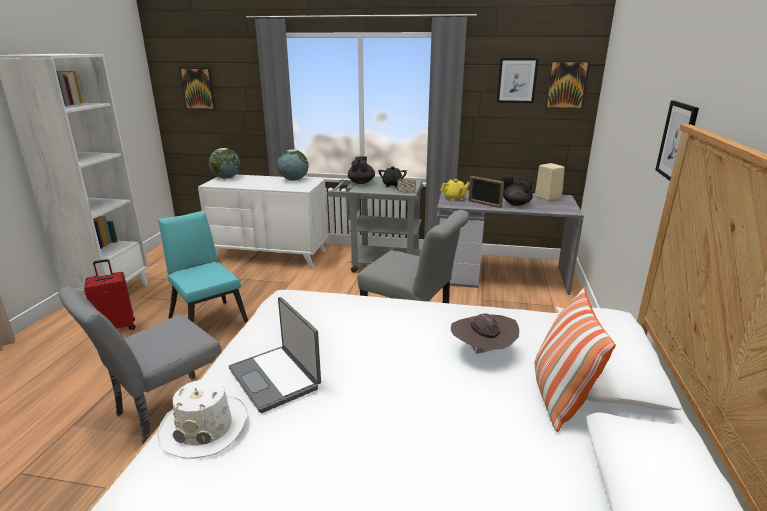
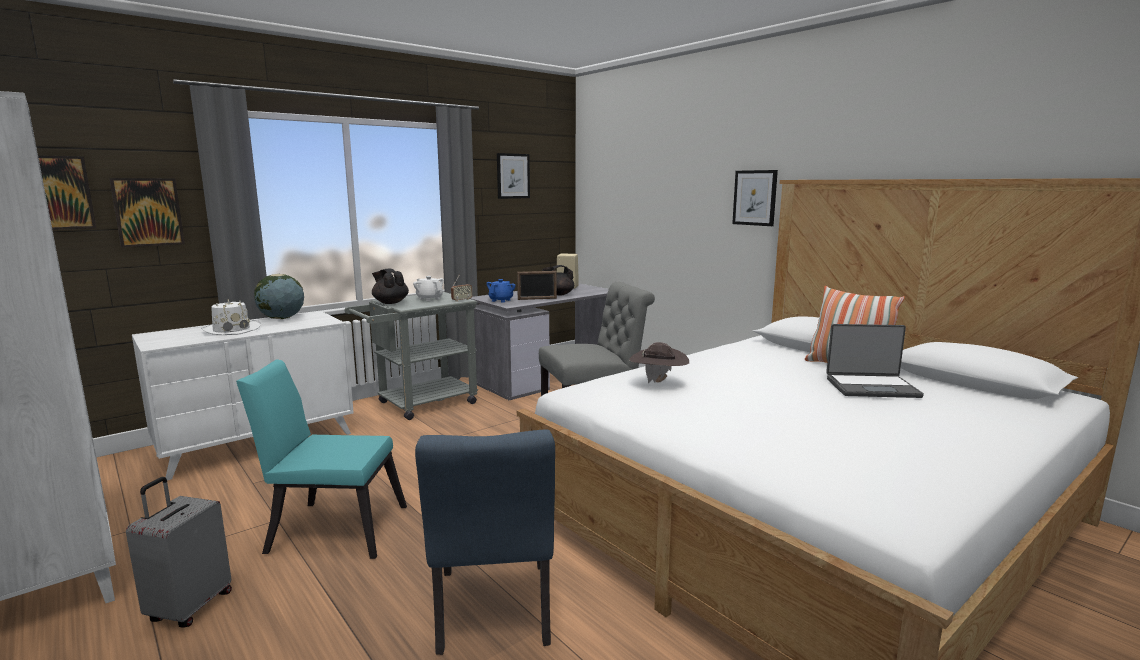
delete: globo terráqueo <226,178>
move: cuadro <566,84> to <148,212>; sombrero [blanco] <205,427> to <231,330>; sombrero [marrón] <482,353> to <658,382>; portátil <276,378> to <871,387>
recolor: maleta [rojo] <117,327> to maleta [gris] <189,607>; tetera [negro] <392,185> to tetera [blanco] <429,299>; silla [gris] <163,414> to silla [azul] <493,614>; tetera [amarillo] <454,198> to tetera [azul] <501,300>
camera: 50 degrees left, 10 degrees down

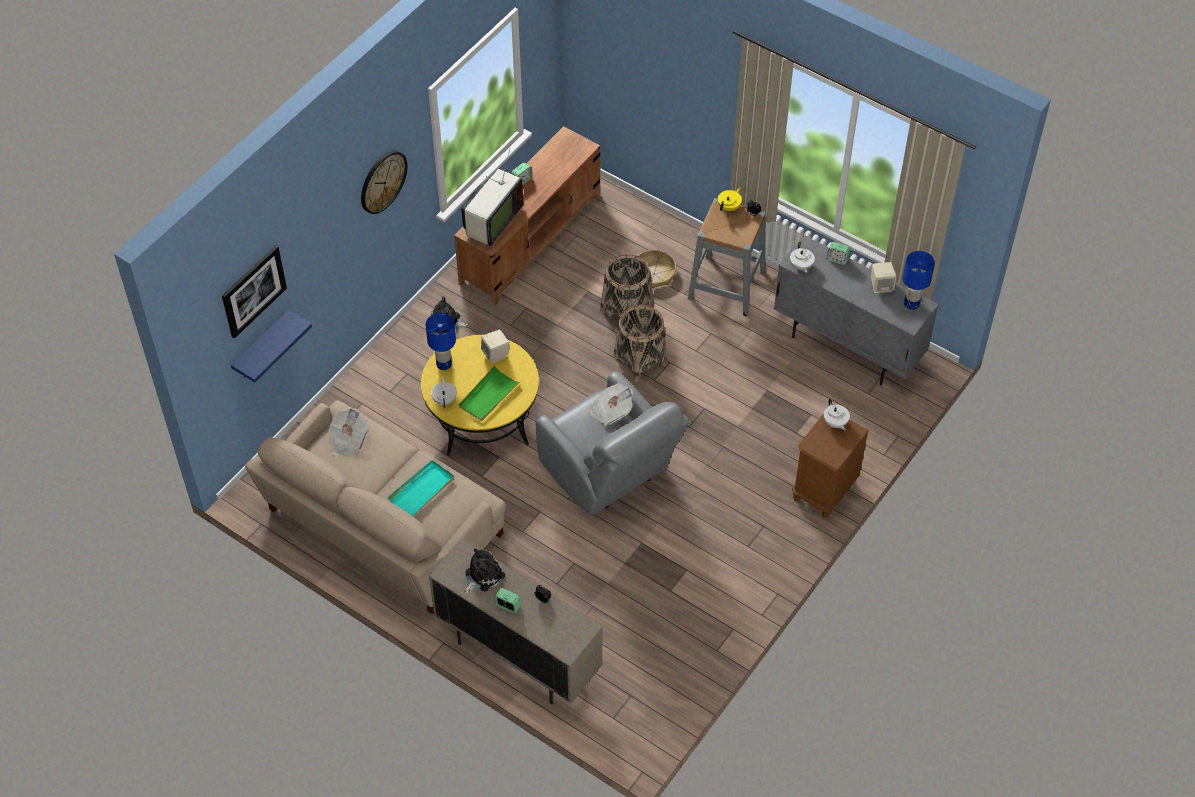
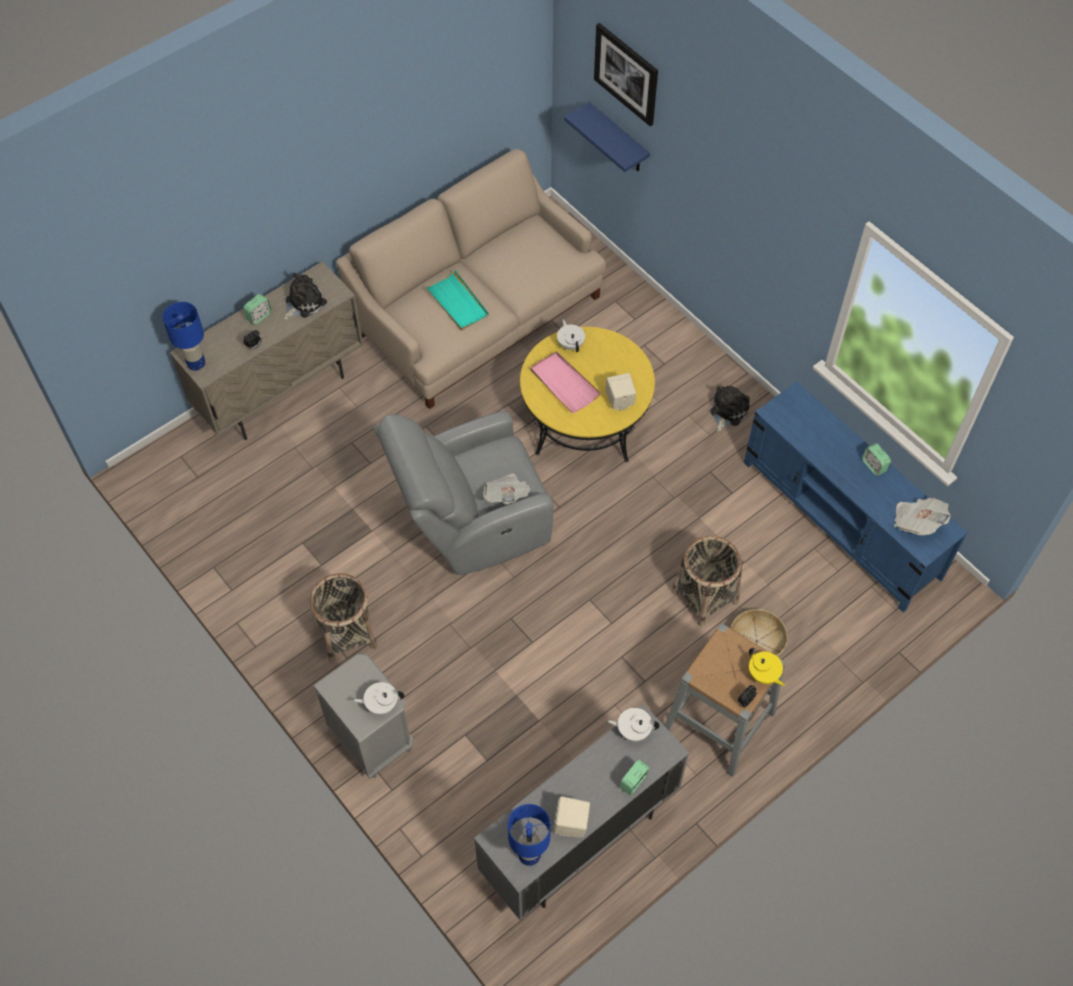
delete: reloj de pared <382,181>; televisor <491,222>
move: lámpara de mesa [azul] <443,364> to <196,363>; cesta <640,360> to <347,633>; periódico <348,440> to <917,522>
recolor: mesita de noche [marrón] <823,491> to mesita de noche [gris] <371,739>; bandeja [verde] <488,395> to bandeja [rosa] <564,384>; mueble de televisión [marrón] <531,239> to mueble de televisión [azul] <841,520>
rotate: peluche <482,575> = <303,302> 105 degrees counterclockwise; tetera [blanco] <444,399> = <570,344> 120 degrees counterclockwise
camera: 105 degrees right, 5 degrees up

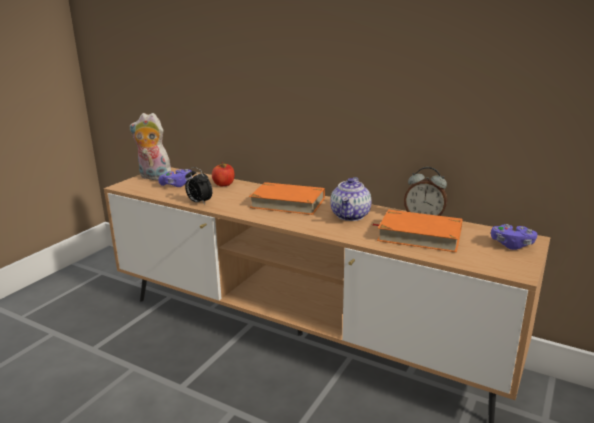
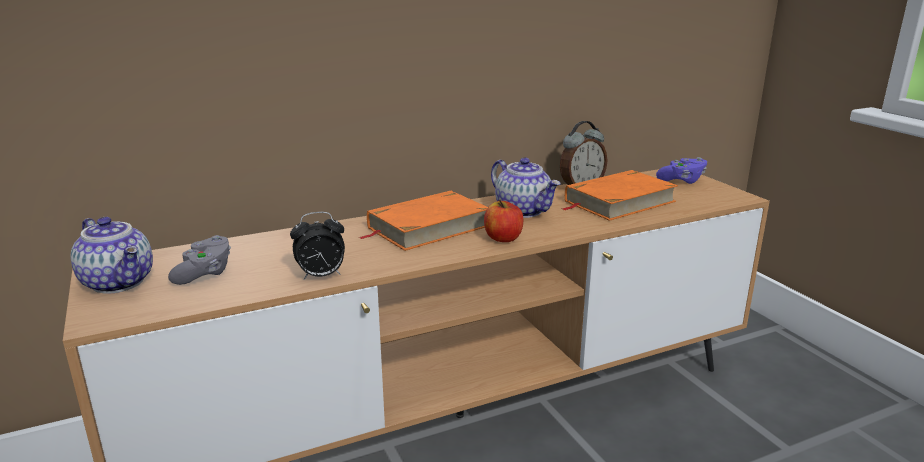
move: manzana <224,184> to <503,238>
replace: peluche <153,177> to tetera <120,282>
recolor: mando de consola [morado] <177,185> to mando de consola [gris] <204,273>
camera: 55 degrees left, 0 degrees up

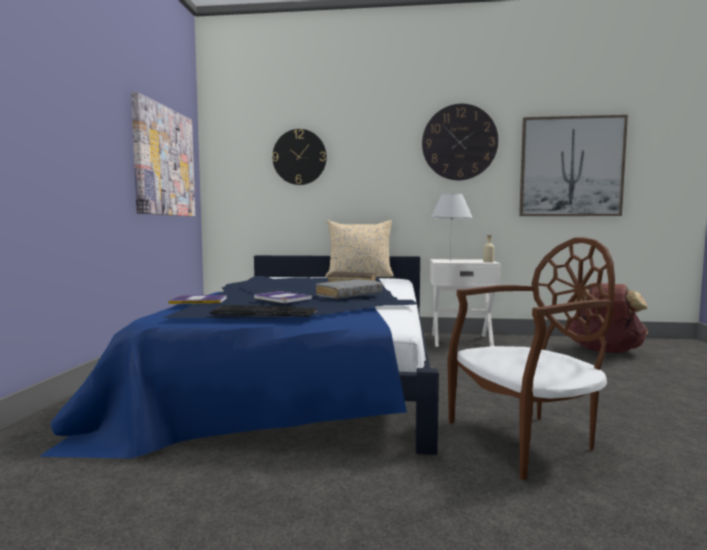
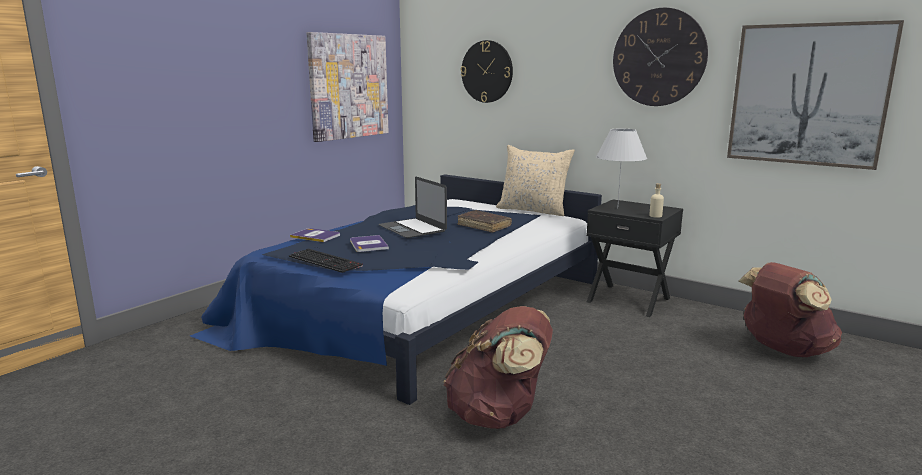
delete: libro [gris] <349,296>
insert: portátil <412,228>
replace: silla [marrón] <526,439> to mochila [marrón] <498,415>
recolor: mesita de noche [blanco] <461,340> to mesita de noche [negro] <629,299>
camera: 30 degrees right, 10 degrees up

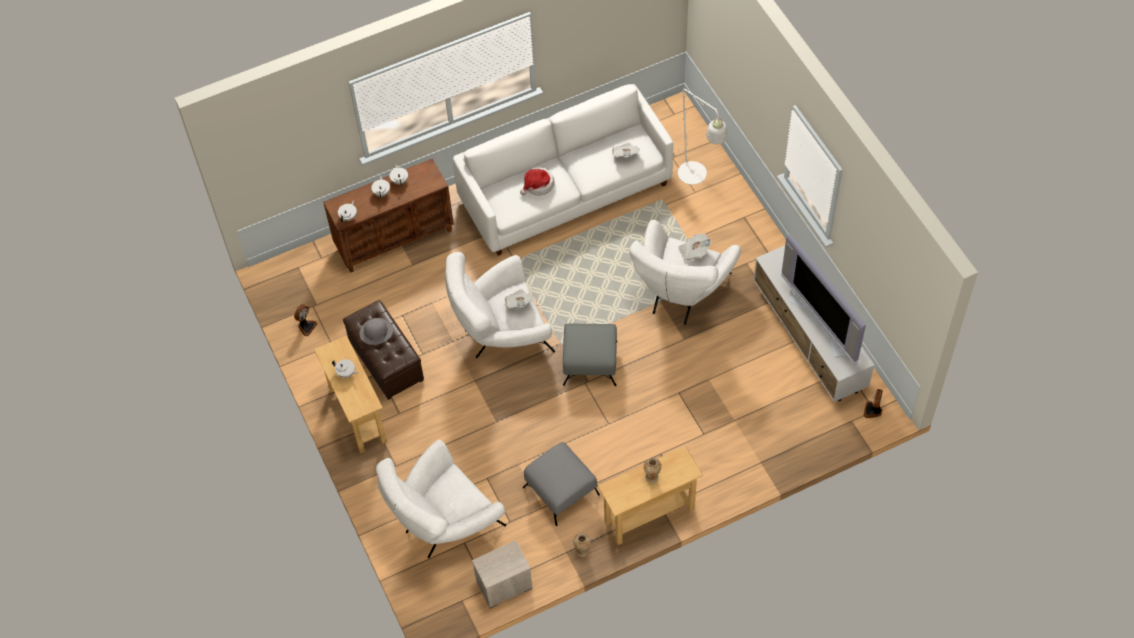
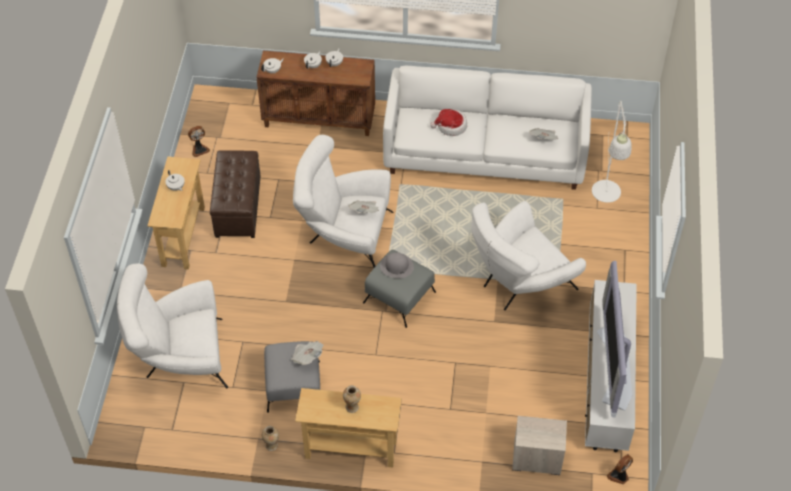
move: periódico <693,251> to <307,357>; sombrero [gris] <376,332> to <396,266>; mesita de noche <503,585> to <536,457>
camera: 30 degrees right, 5 degrees down

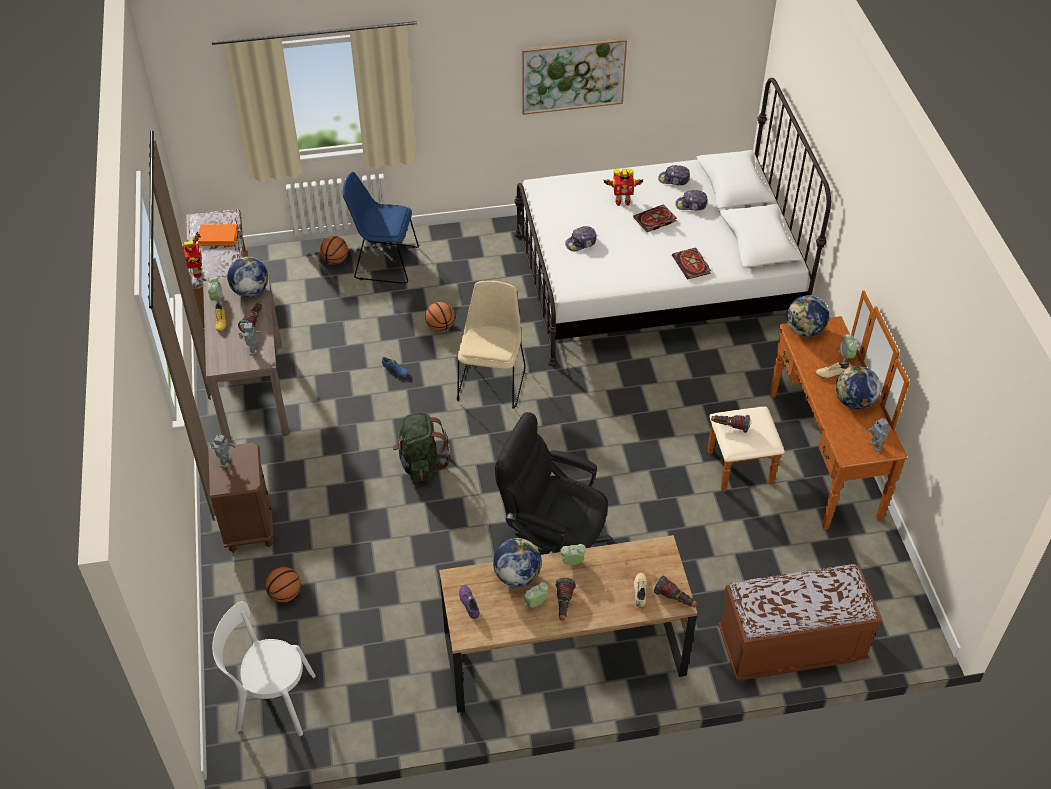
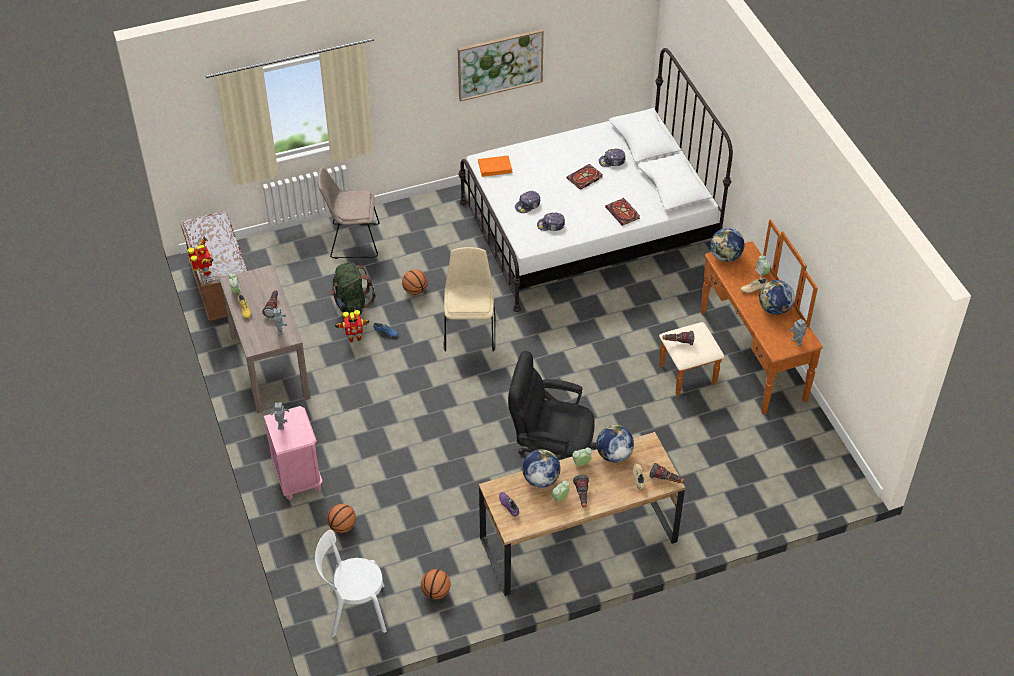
delete: banco [marrón] <791,646>
move: mochila [verde] <421,463> to <351,304>; robot de juguete <622,202> to <354,338>; balón de baloncesto <335,260> to <436,592>; libro [naranja] <218,237> to <495,167>; gorra <674,179> to <551,225>; globo terráqueo <250,291> to <613,455>
recolor: mesita de noche [marrón] <249,527> to mesita de noche [rosa] <298,478>; silla [azul] <384,262> to silla [beis] <352,241>
camera: 10 degrees left, 0 degrees up

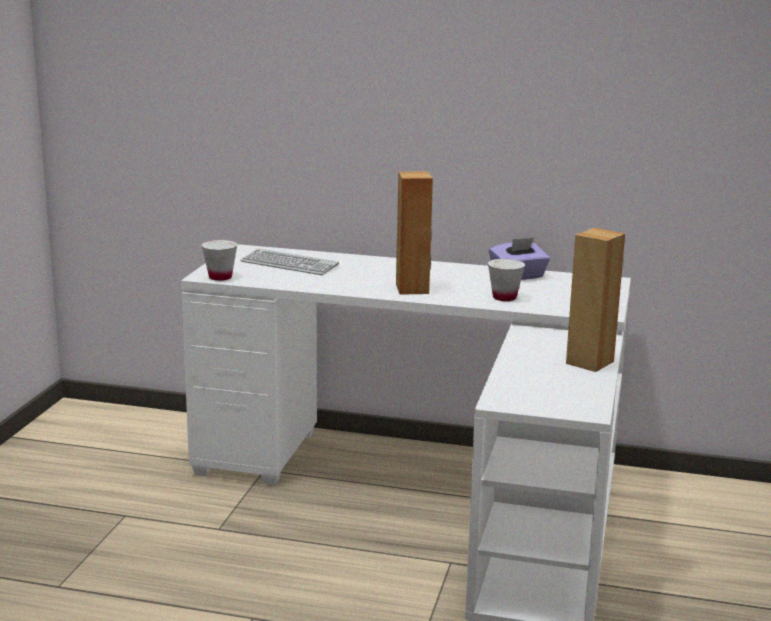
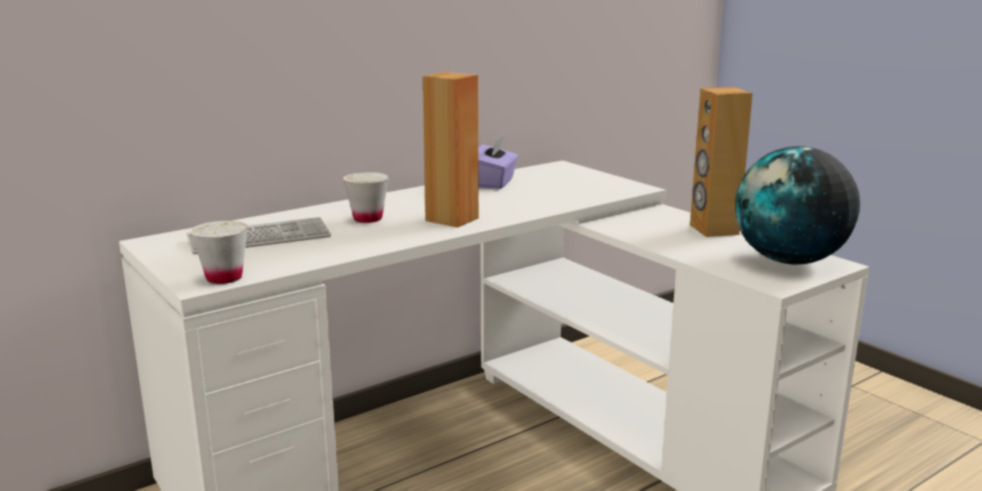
insert: globo terráqueo <790,261>
move: taza [blanco] <504,298> to <368,219>
camera: 50 degrees left, 0 degrees up

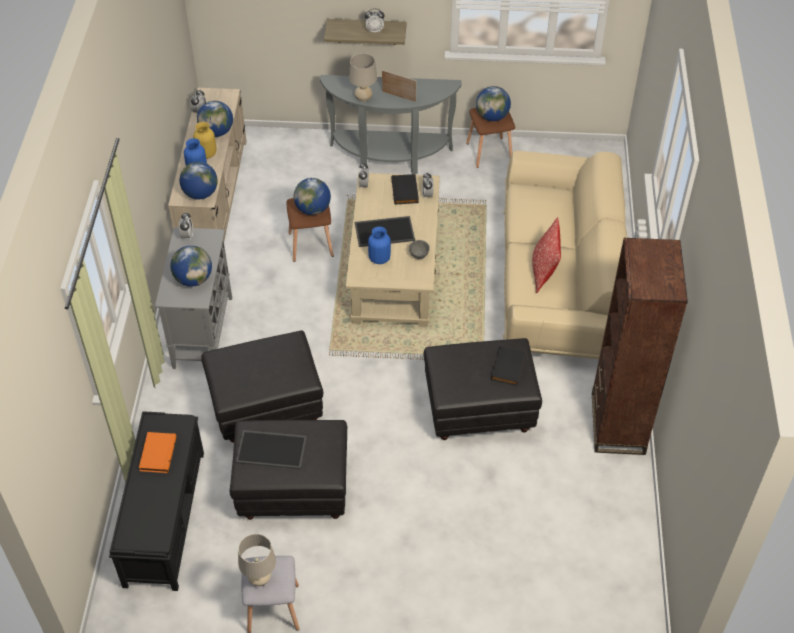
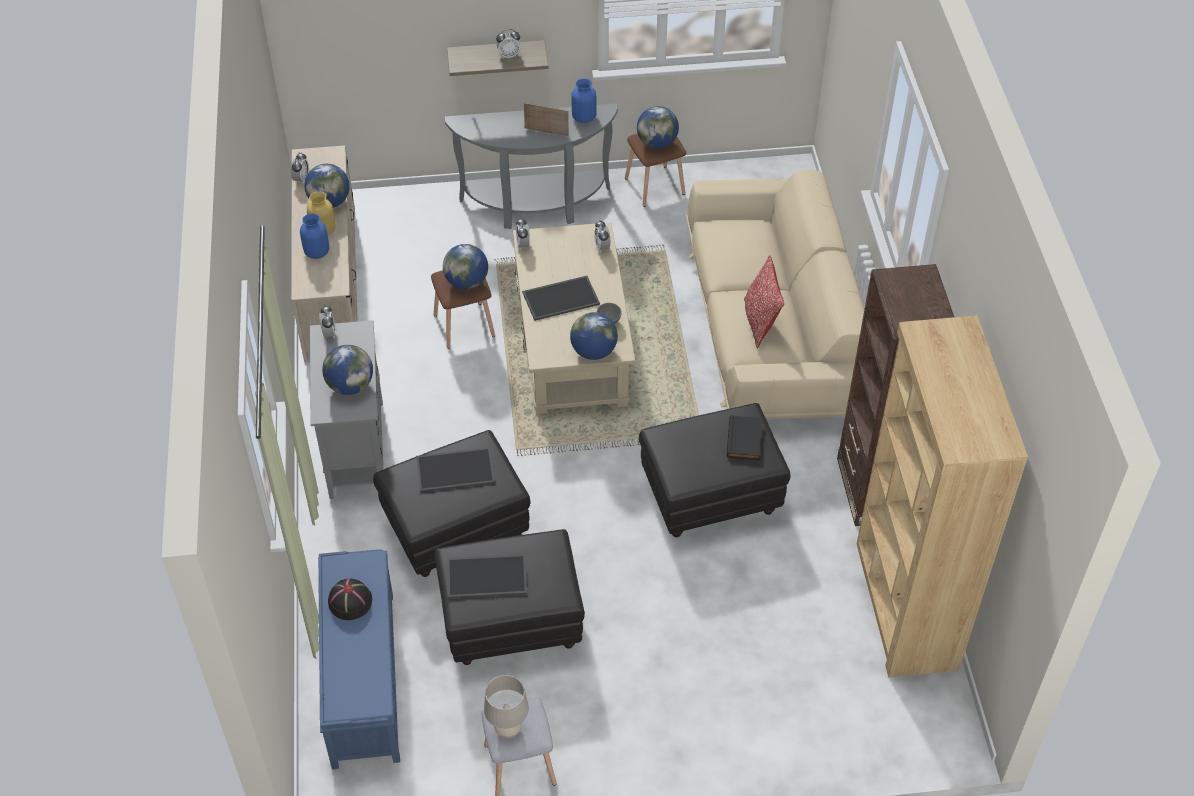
delete: lámpara de mesa [beis] <363,98>; libro [negro] <406,191>
insert: bandeja <456,469>; estantería [marrón] <904,606>
move: globo terráqueo <200,194> to <594,351>; florero [azul] <379,258> to <584,117>
replace: libro [naranja] <157,454> to sombrero [negro] <349,601>
recolor: banco [negro] <165,516> to banco [azul] <363,677>
camera: 10 degrees left, 0 degrees up

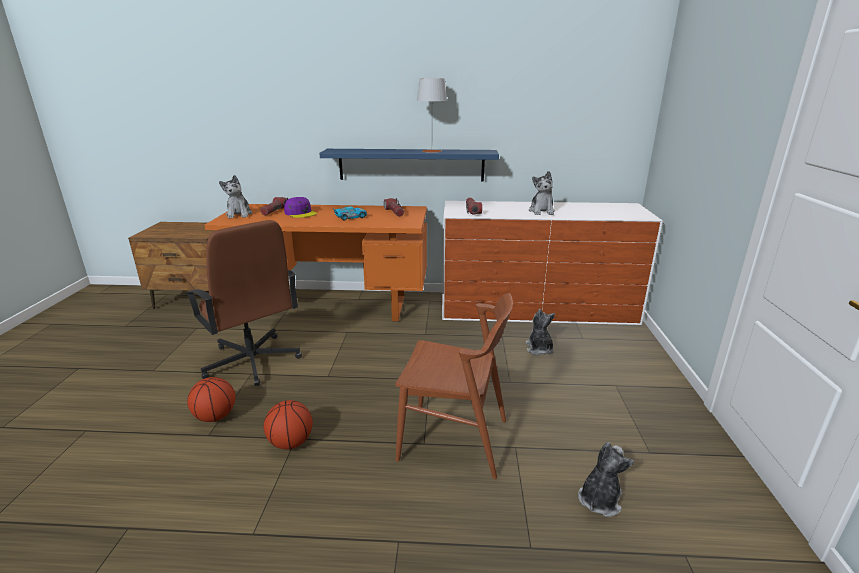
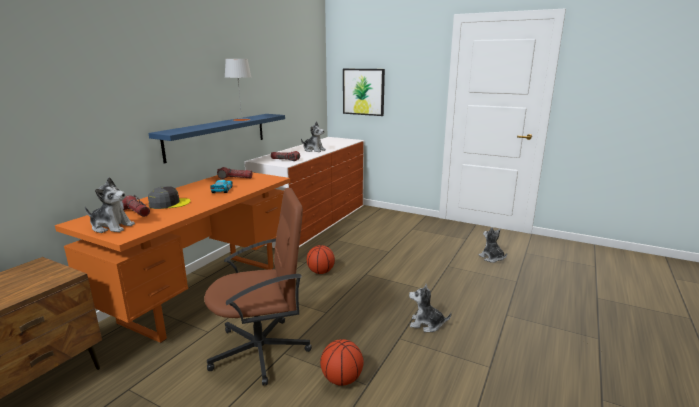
delete: silla [marrón] <454,439>
insert: cuadro <363,92>
move: balón de baloncesto <291,443> to <320,272>; peluche <539,349> to <426,324>
recolor: gorra [morado] <300,213> to gorra [gris] <169,203>
camera: 65 degrees left, 5 degrees down

